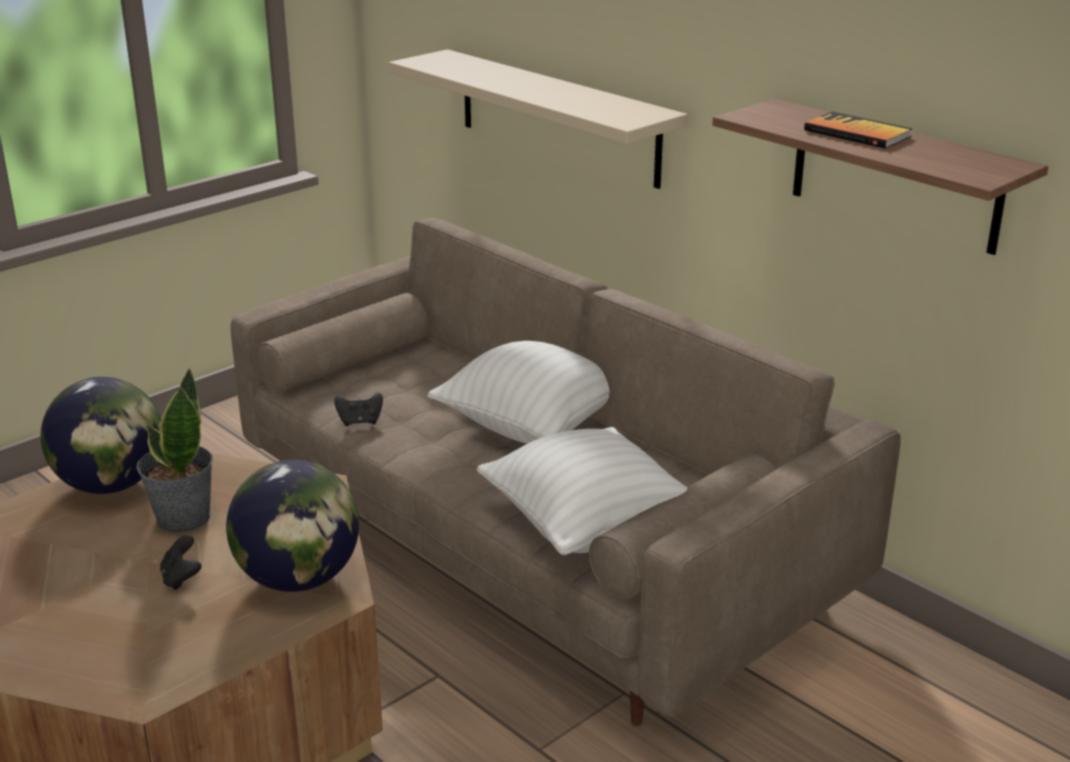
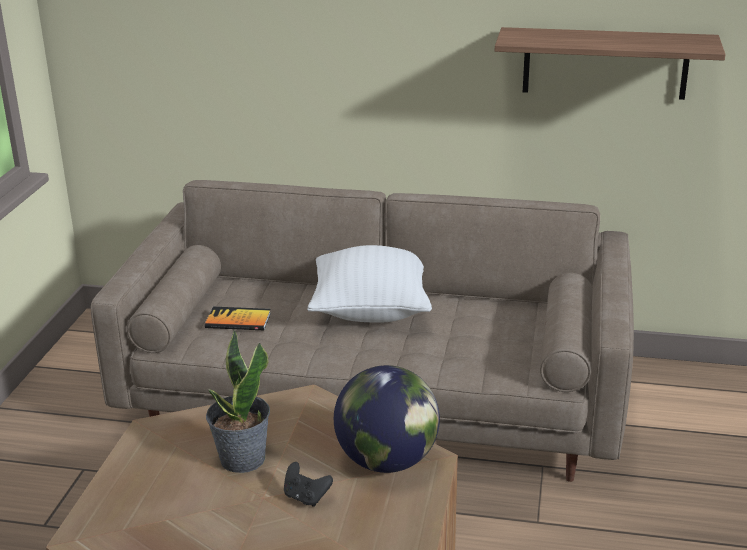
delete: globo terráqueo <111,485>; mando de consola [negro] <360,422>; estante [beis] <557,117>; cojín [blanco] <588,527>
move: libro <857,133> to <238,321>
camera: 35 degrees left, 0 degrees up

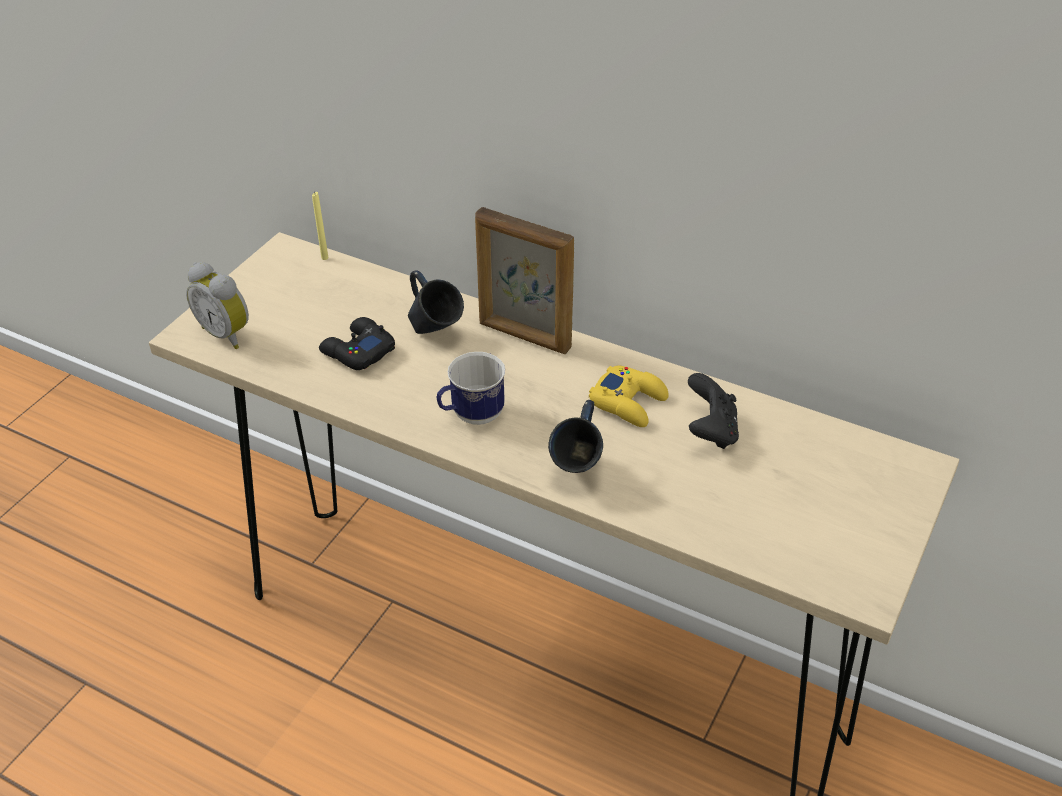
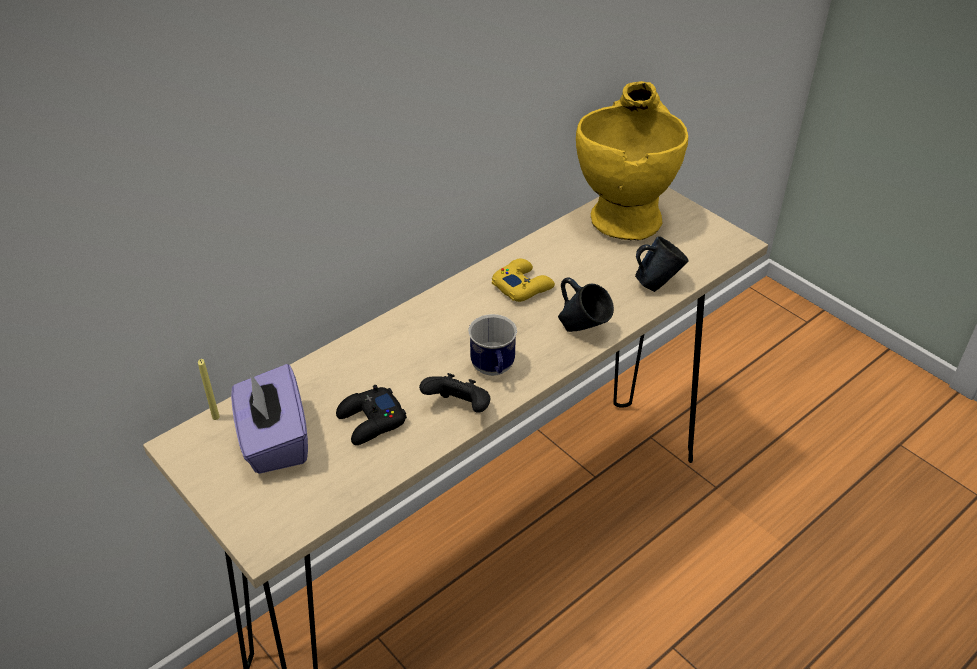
delete: despertador <228,333>; portarretratos <524,336>
insert: caja de pañuelos [morado] <274,441>; florero [amarillo] <623,212>
move: mando de consola [negro] <711,431> to <459,408>; taza grande [azul] <435,334> to <656,284>
camera: 70 degrees left, 0 degrees up

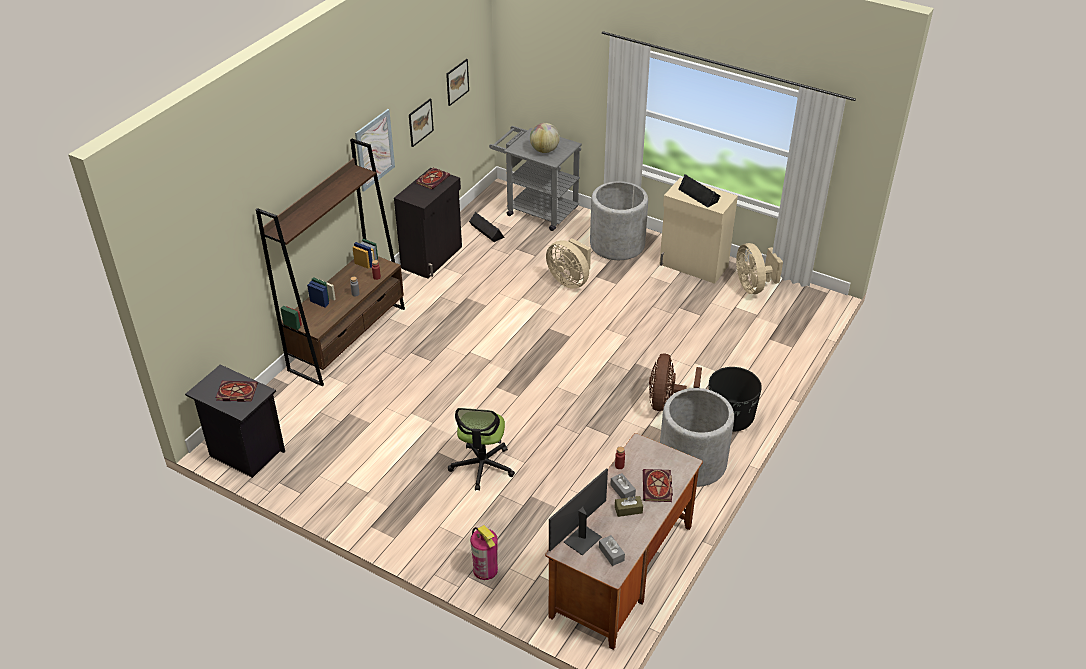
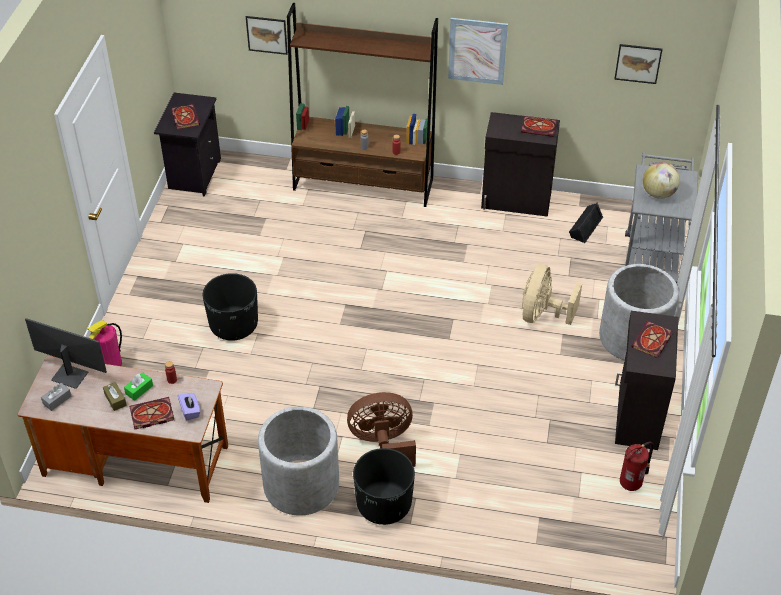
insert: caja de pañuelos [morado] <190,411>
move: cuadro <420,122> to <267,34>
replace: silla de oficina <482,466> to maceta [negro] <234,325>; ventilador [beis] <753,286> to extintor <632,482>; altavoz [negro] <699,195> to libro <652,341>
recolor: caja de pañuelos [gris] <622,490> to caja de pañuelos [verde] <139,390>; armario [beis] <693,266> to armario [negro] <636,416>
camera: 70 degrees right, 5 degrees up

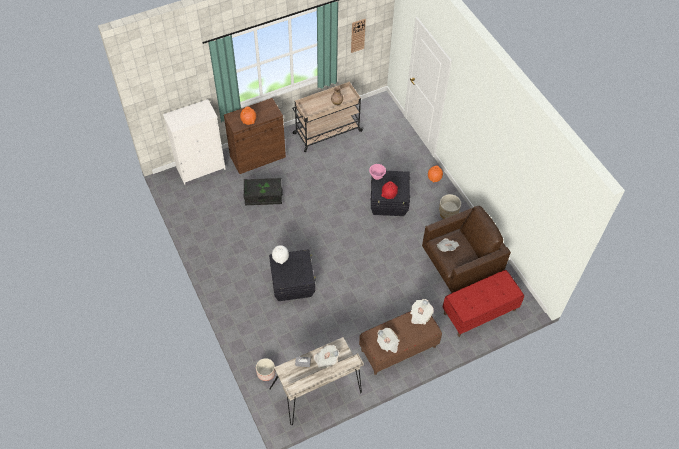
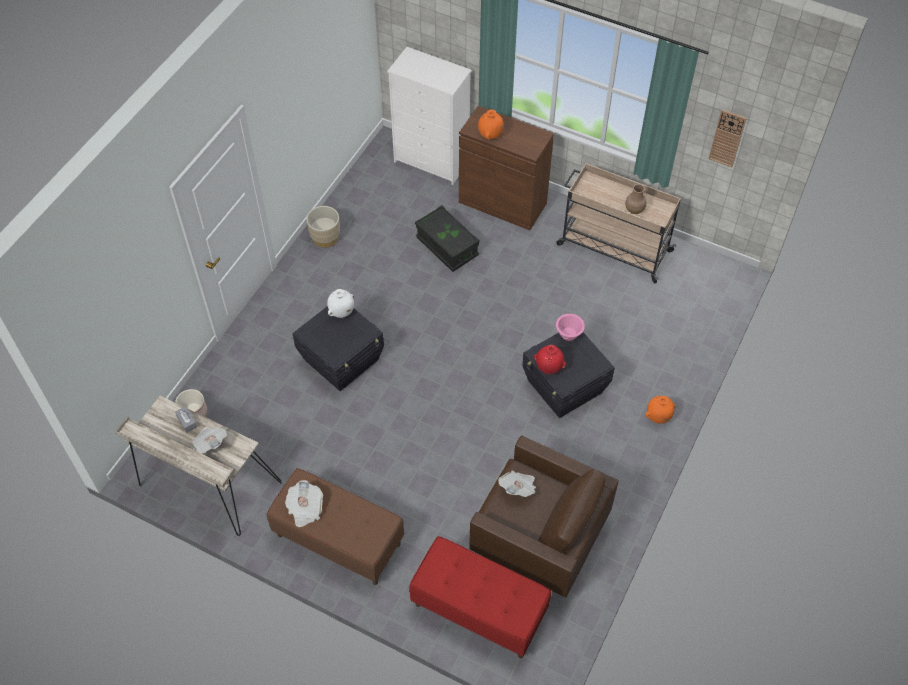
delete: periódico <420,315>
move: maceta [beis] <448,214> to <325,237>
camera: 55 degrees right, 0 degrees up

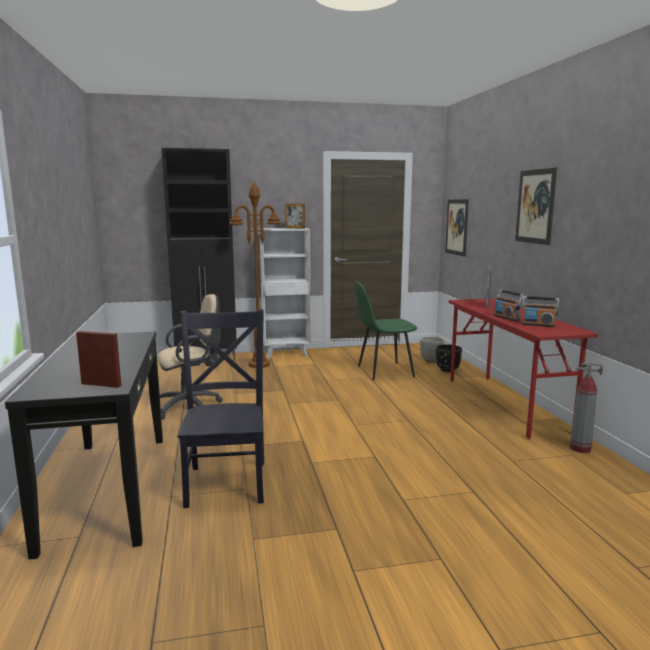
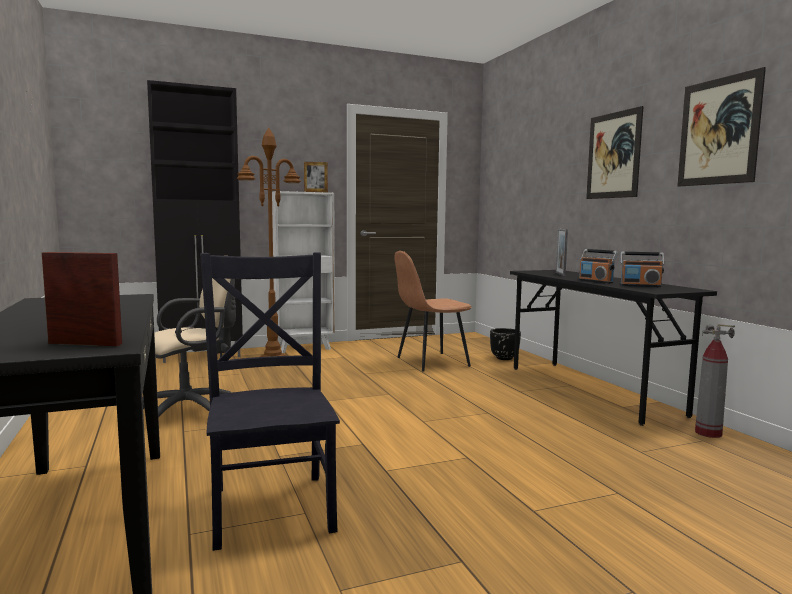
delete: maceta [gris] <431,361>
move: cuadro <456,227> to <718,131>
recolor: silla [verde] <383,371> to silla [marrón] <430,362>; escritorio [rojo] <506,404> to escritorio [negro] <591,390>
camera: 10 degrees left, 5 degrees down

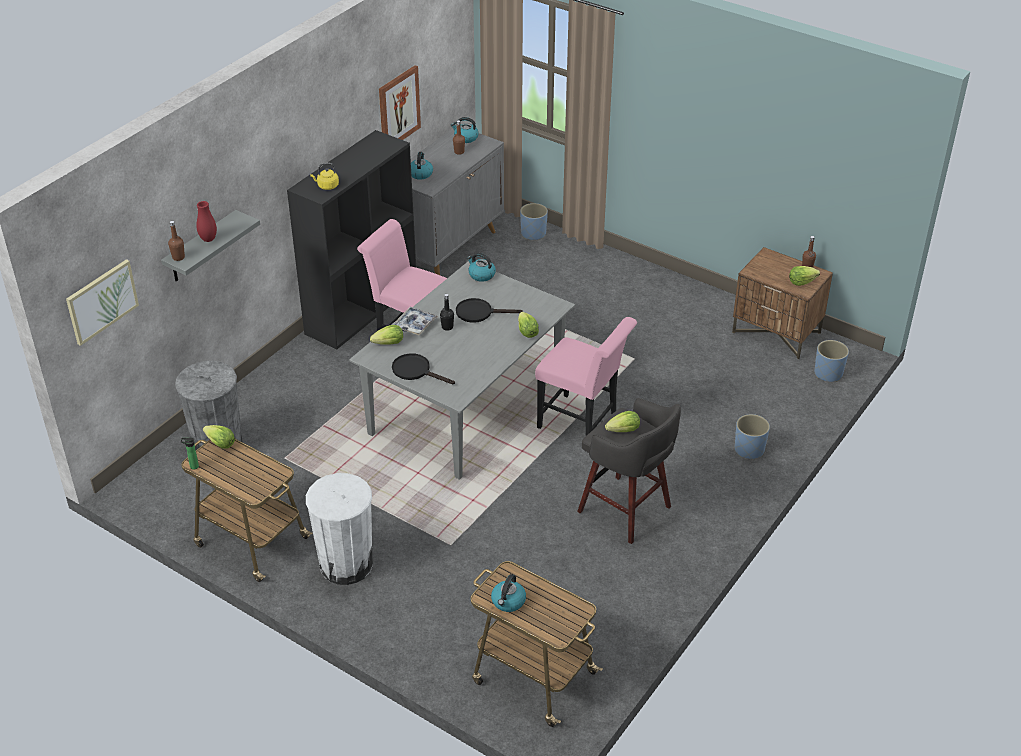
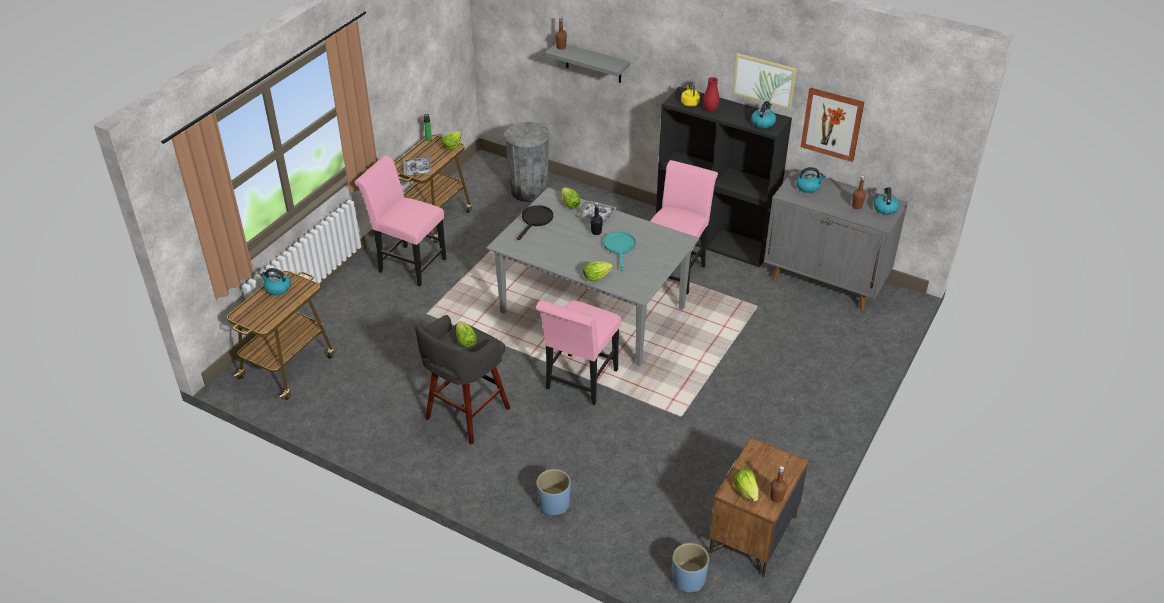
delete: maceta [azul] <533,233>
insert: bandeja <417,169>
move: florero [rojo] <208,239> to <710,110>; cuadro <101,301> to <764,80>; hervidor <481,275> to <763,122>
replace: papelera [blanco] <346,564> to silla [rosa] <408,264>
recolor: sartén [negro] <479,312> to sartén [turquesa] <620,248>
camera: 85 degrees right, 0 degrees up

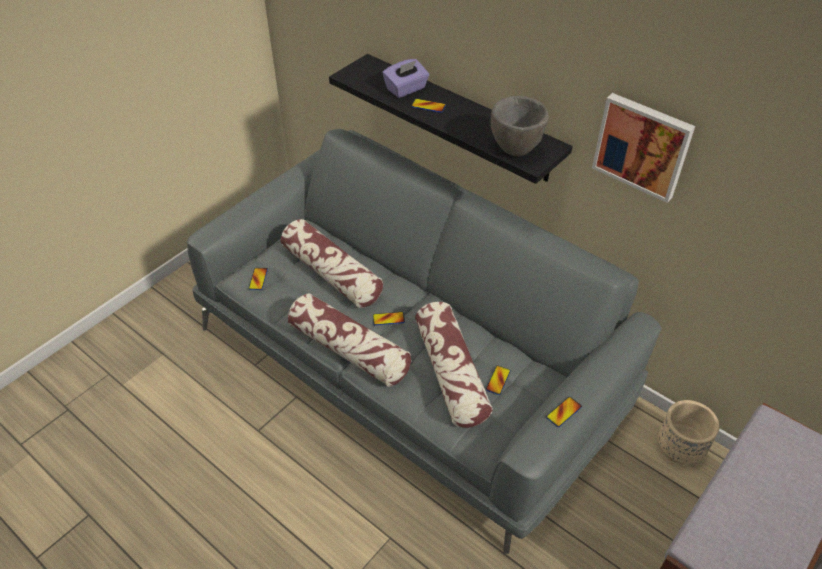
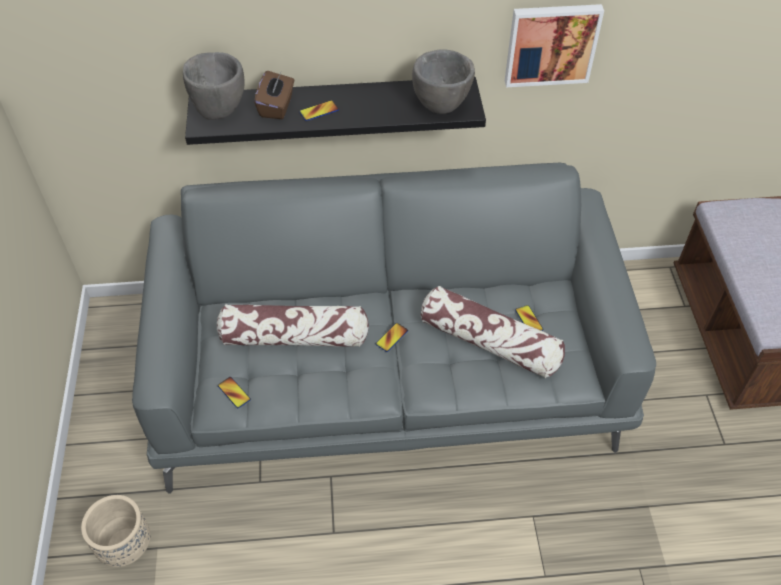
delete: cojín <349,350>; móvil <563,412>
insert: cuenco [gris] <219,109>
move: maceta [beis] <679,449> to <126,545>
recolor: caja de pañuelos [morado] <406,89> to caja de pañuelos [marrón] <277,107>
camera: 45 degrees left, 5 degrees up

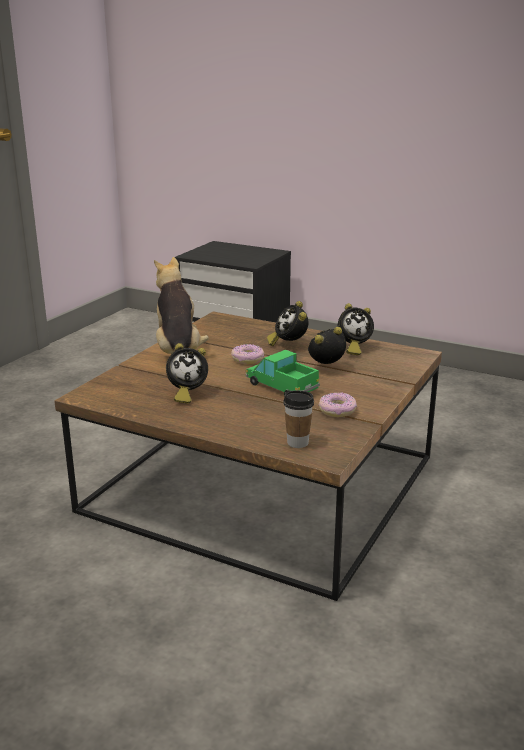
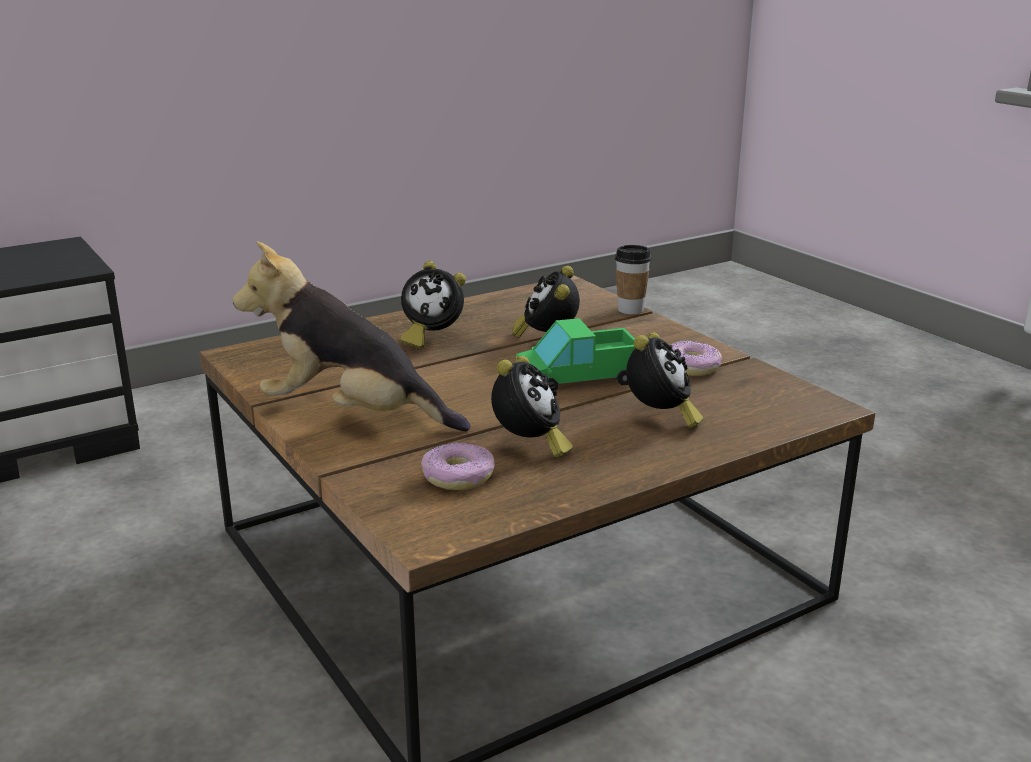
move: rosquilla <247,359> to <458,477>; taza <297,443> to <630,310>; despertador <353,348> to <660,418>
camera: 60 degrees left, 0 degrees up

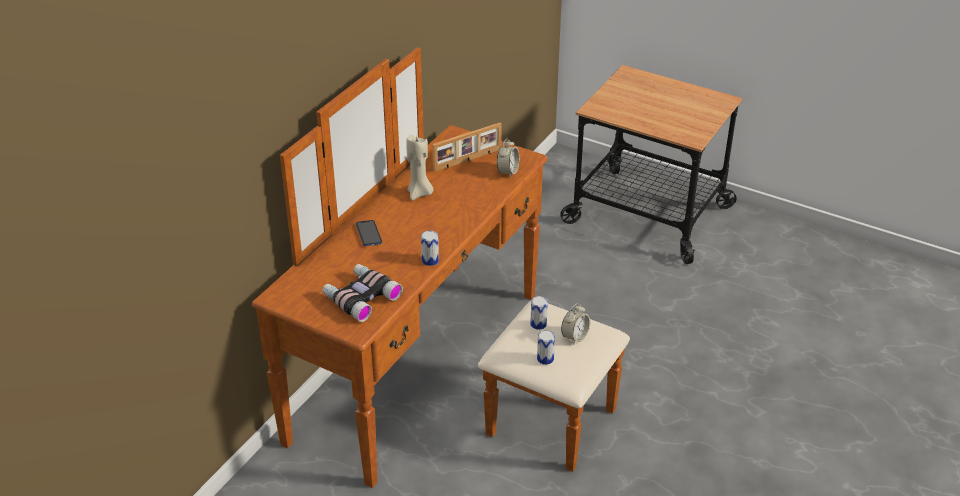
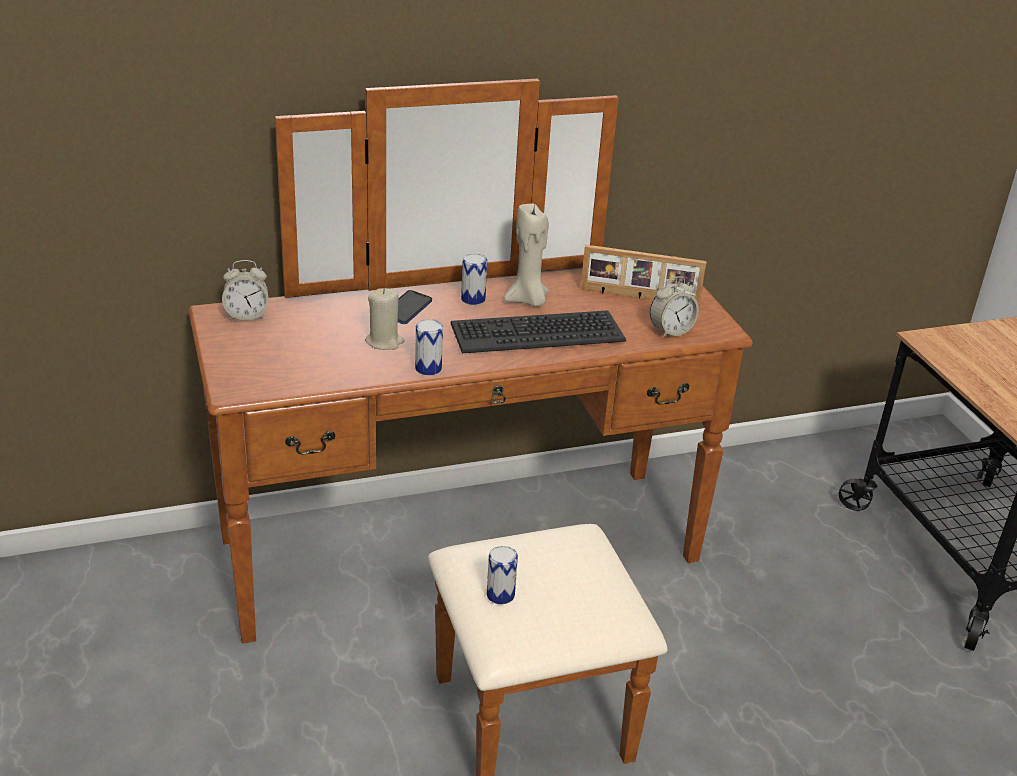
delete: prismáticos <360,297>
insert: vela [beis] <384,342>; teclado <537,333>
move: despertador <575,337> to <247,316>; lata <538,324> to <473,299>
camera: 40 degrees right, 5 degrees down

